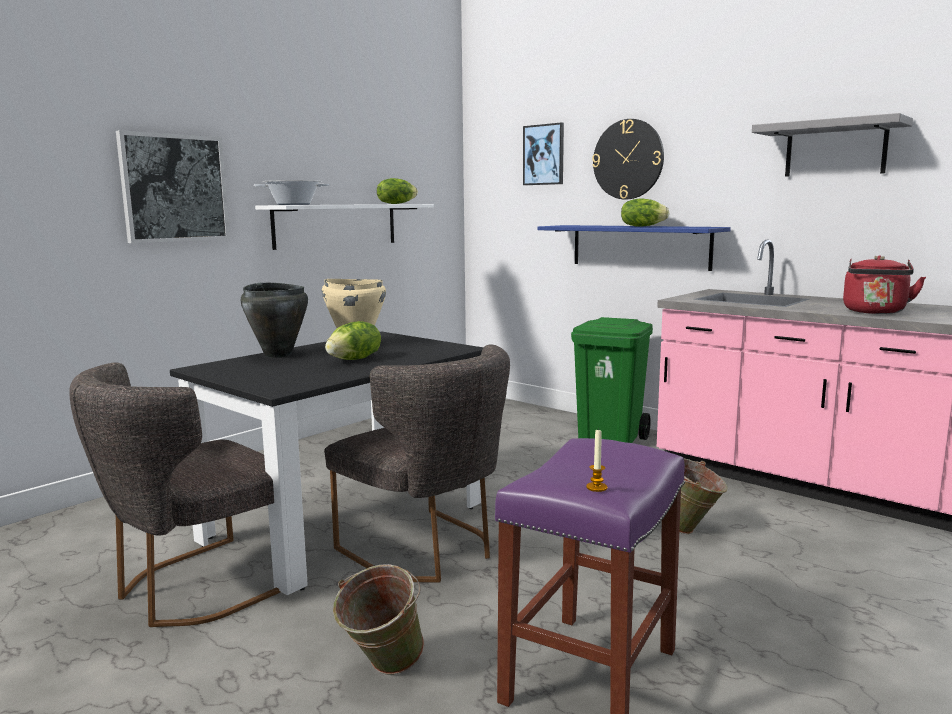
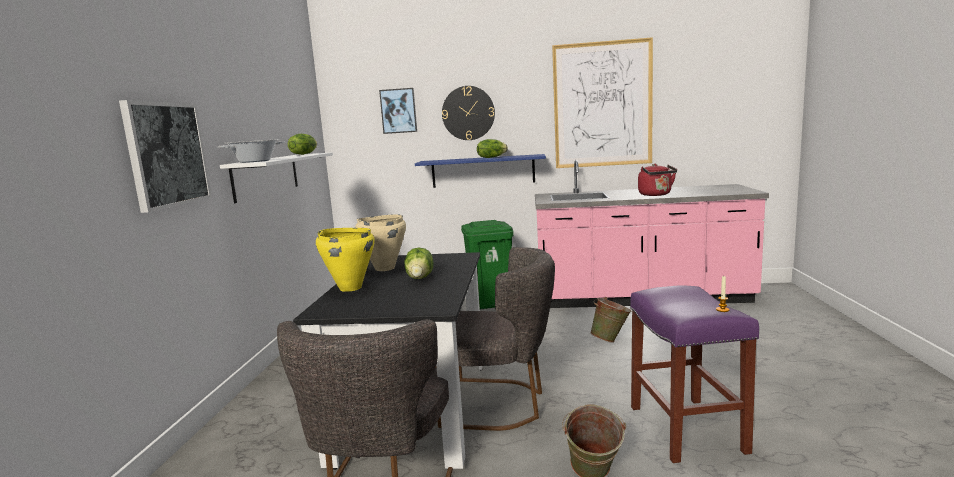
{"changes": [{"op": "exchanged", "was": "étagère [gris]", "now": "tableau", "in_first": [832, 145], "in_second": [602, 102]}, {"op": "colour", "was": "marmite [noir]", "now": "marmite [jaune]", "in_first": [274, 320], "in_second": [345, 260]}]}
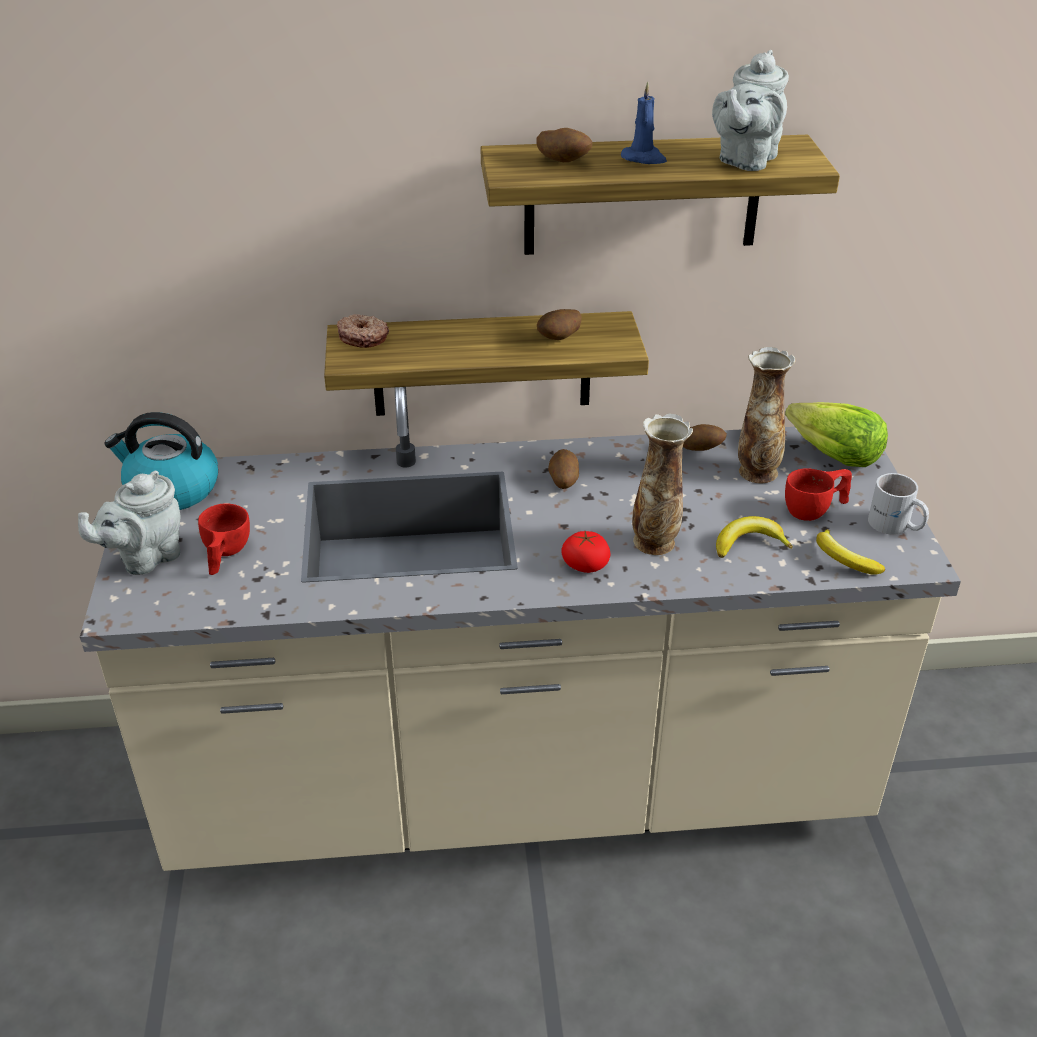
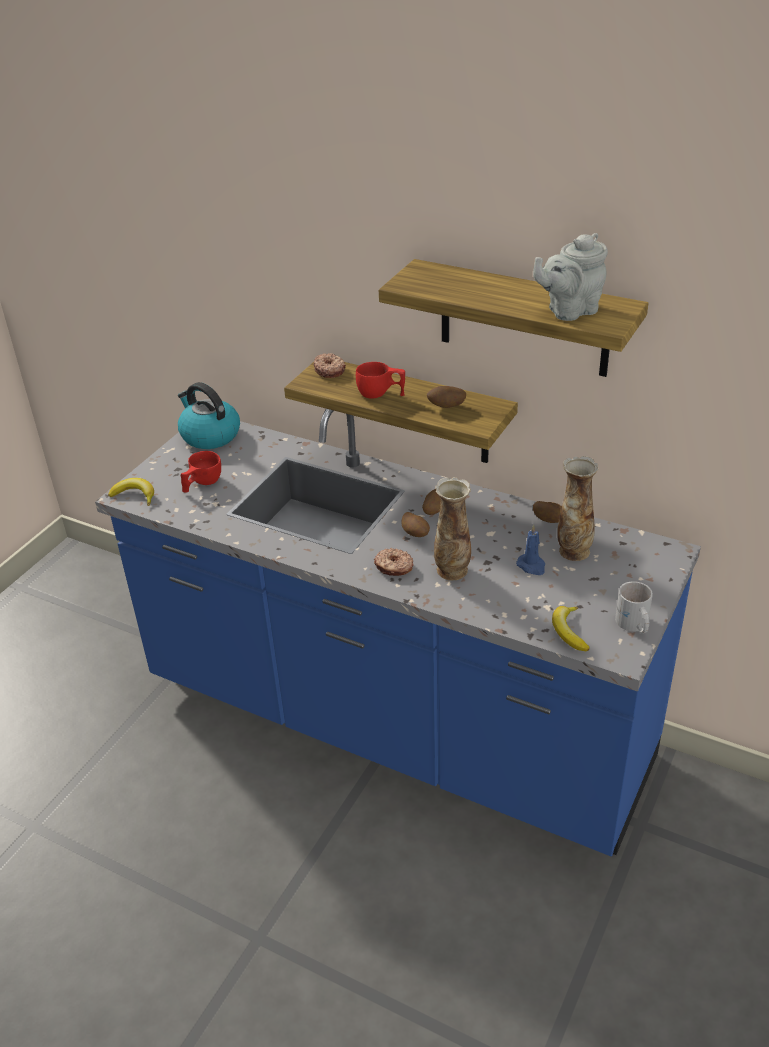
{"changes": [{"op": "missing", "was": "théière [gris]", "in_first": [129, 523]}, {"op": "missing", "was": "laitue", "in_first": [836, 434]}, {"op": "relocated", "was": "pomme de terre", "in_first": [564, 145], "in_second": [415, 524]}, {"op": "relocated", "was": "bougie [bleu]", "in_first": [644, 123], "in_second": [530, 550]}, {"op": "relocated", "was": "banane", "in_first": [754, 537], "in_second": [131, 492]}, {"op": "relocated", "was": "tasse [rouge]", "in_first": [818, 494], "in_second": [380, 380]}, {"op": "exchanged", "was": "tomate", "now": "beignet", "in_first": [586, 552], "in_second": [394, 562]}, {"op": "colour", "was": "comptoir de cuisine [beige]", "now": "comptoir de cuisine [bleu]", "in_first": [520, 629], "in_second": [398, 632]}]}
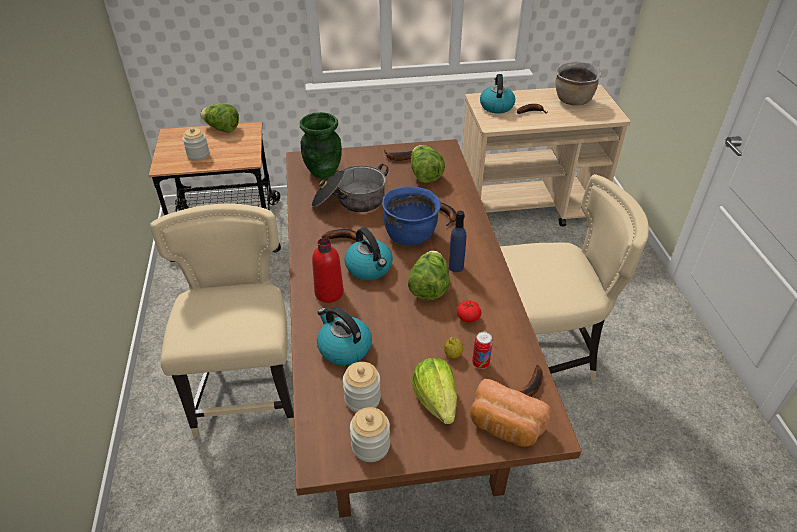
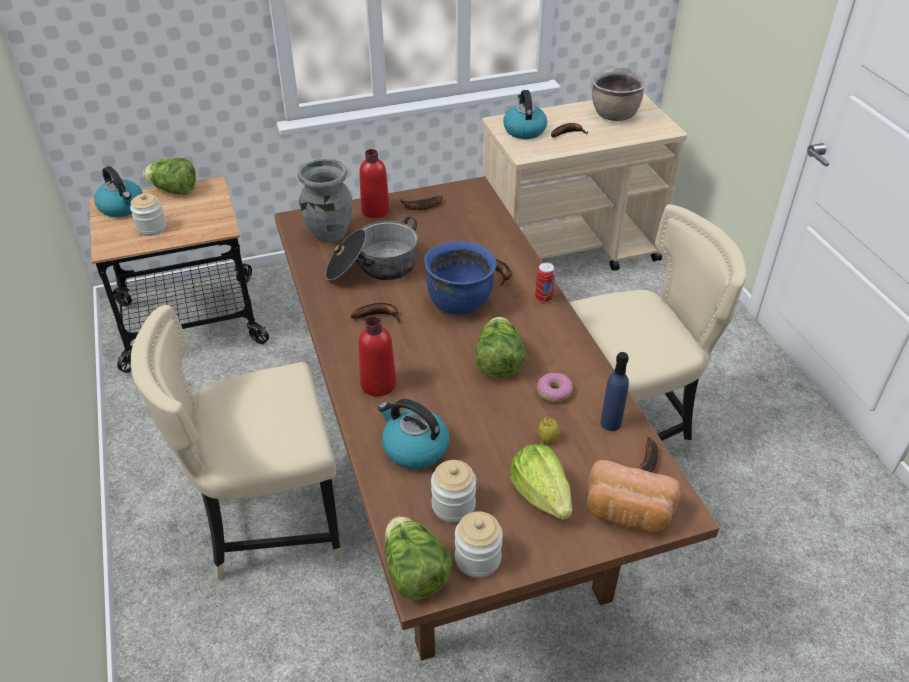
{"changes": [{"op": "appeared", "now": "bouteille [rouge]", "in_second": [374, 183]}, {"op": "relocated", "was": "bouilloire", "in_first": [368, 254], "in_second": [118, 191]}, {"op": "relocated", "was": "laitue", "in_first": [428, 164], "in_second": [418, 558]}, {"op": "relocated", "was": "bouteille [bleu]", "in_first": [457, 241], "in_second": [614, 391]}, {"op": "relocated", "was": "boîte métallique", "in_first": [482, 350], "in_second": [545, 282]}, {"op": "exchanged", "was": "tomate", "now": "beignet", "in_first": [469, 312], "in_second": [555, 387]}, {"op": "colour", "was": "vase [vert]", "now": "vase [gris]", "in_first": [321, 145], "in_second": [325, 201]}, {"op": "spun", "was": "chaise [beige]", "in_first": [222, 320], "in_second": [236, 442], "clockwise": -90}]}
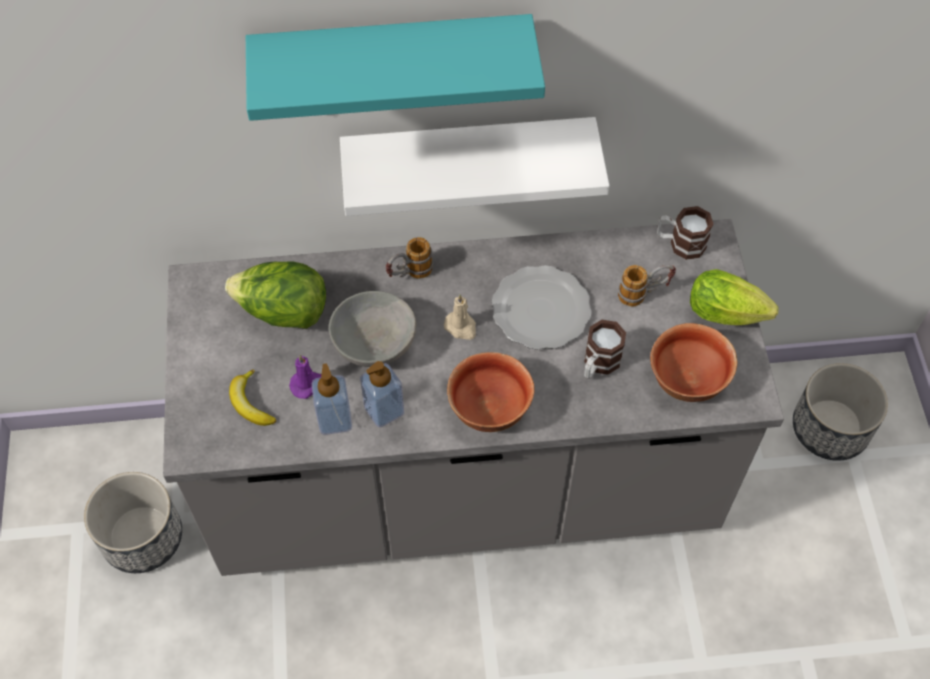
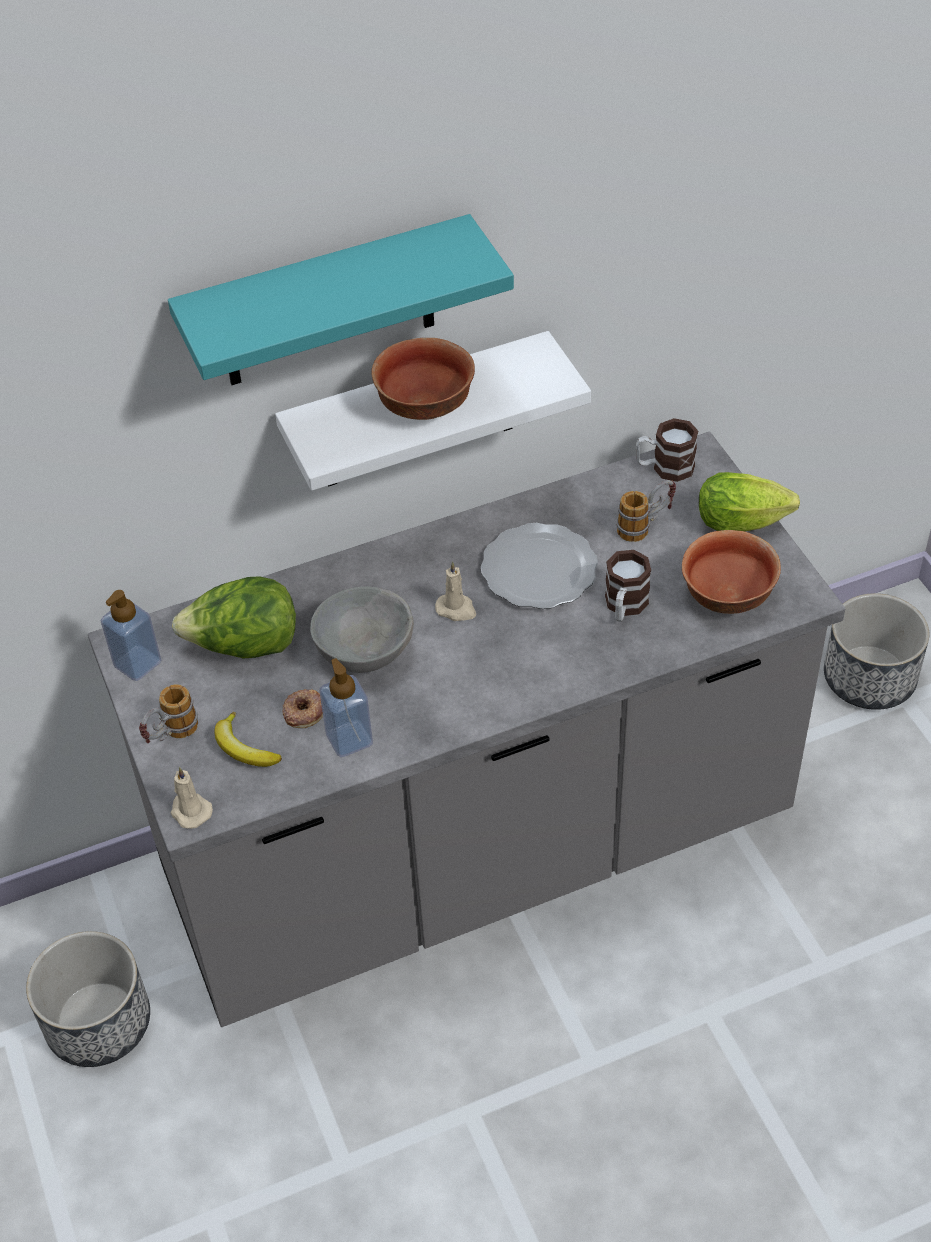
{"changes": [{"op": "appeared", "now": "bougie [beige]", "in_second": [191, 798]}, {"op": "relocated", "was": "distributeur de savon", "in_first": [382, 394], "in_second": [131, 635]}, {"op": "relocated", "was": "mug", "in_first": [409, 257], "in_second": [168, 713]}, {"op": "relocated", "was": "bol", "in_first": [491, 392], "in_second": [423, 379]}, {"op": "exchanged", "was": "bougie [violet]", "now": "beignet", "in_first": [305, 377], "in_second": [303, 708]}]}
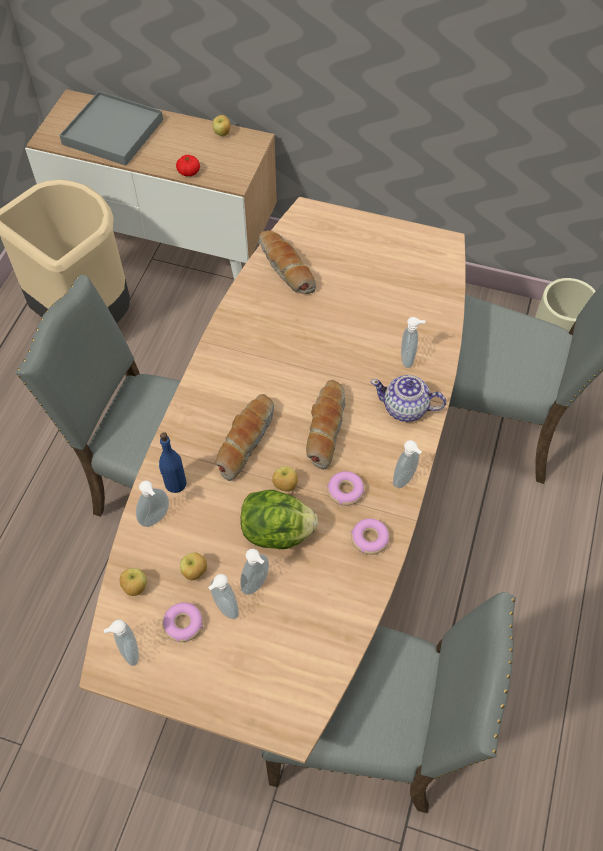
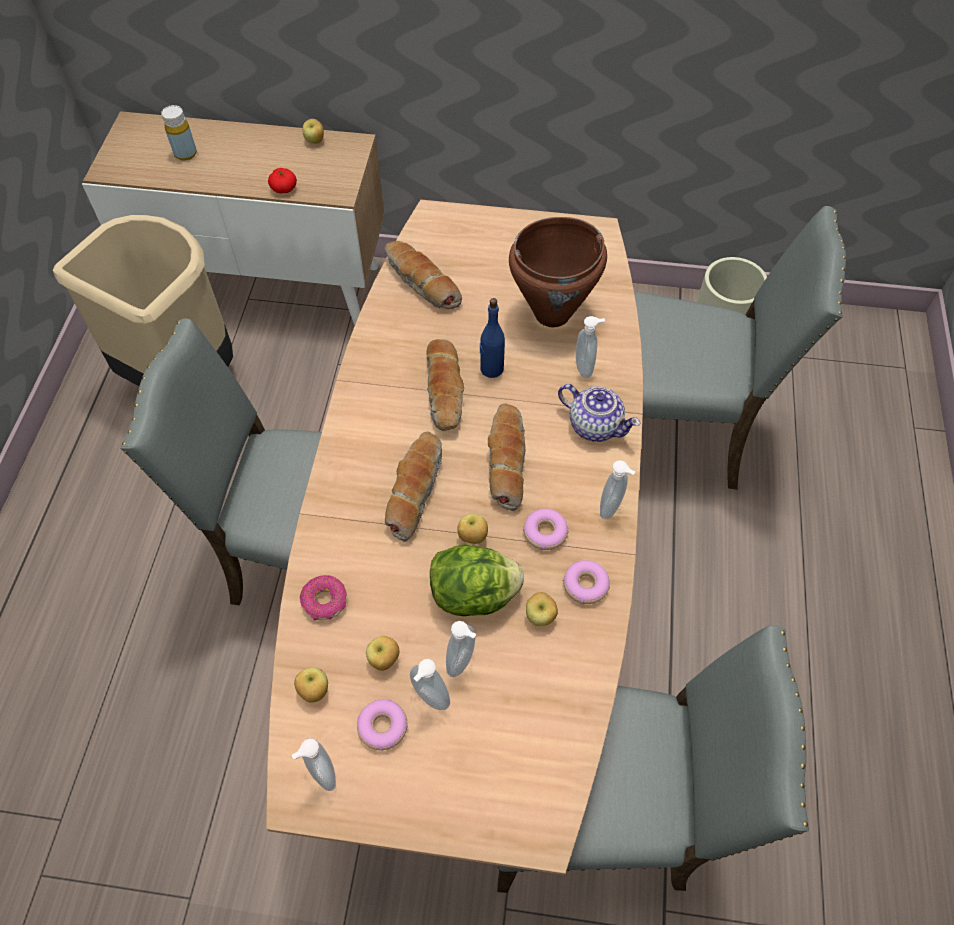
{"changes": [{"op": "appeared", "now": "pain", "in_second": [445, 385]}, {"op": "appeared", "now": "marmite [marron]", "in_second": [558, 272]}, {"op": "appeared", "now": "pomme", "in_second": [542, 609]}, {"op": "relocated", "was": "bouteille [bleu]", "in_first": [173, 462], "in_second": [492, 338]}, {"op": "exchanged", "was": "plateau [gris]", "now": "bouteille [jaune]", "in_first": [111, 128], "in_second": [179, 133]}, {"op": "exchanged", "was": "distributeur de savon", "now": "beignet", "in_first": [152, 504], "in_second": [323, 597]}, {"op": "spun", "was": "théière", "in_first": [408, 398], "in_second": [599, 413], "clockwise": -150}]}
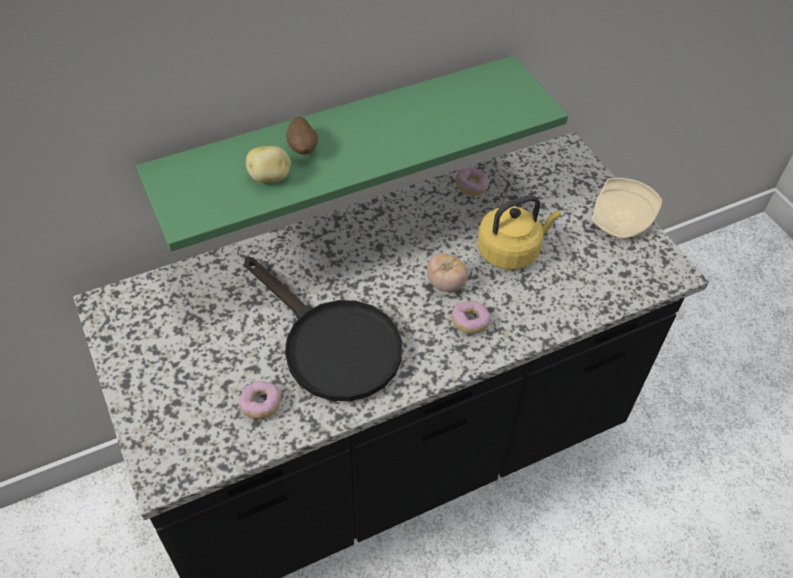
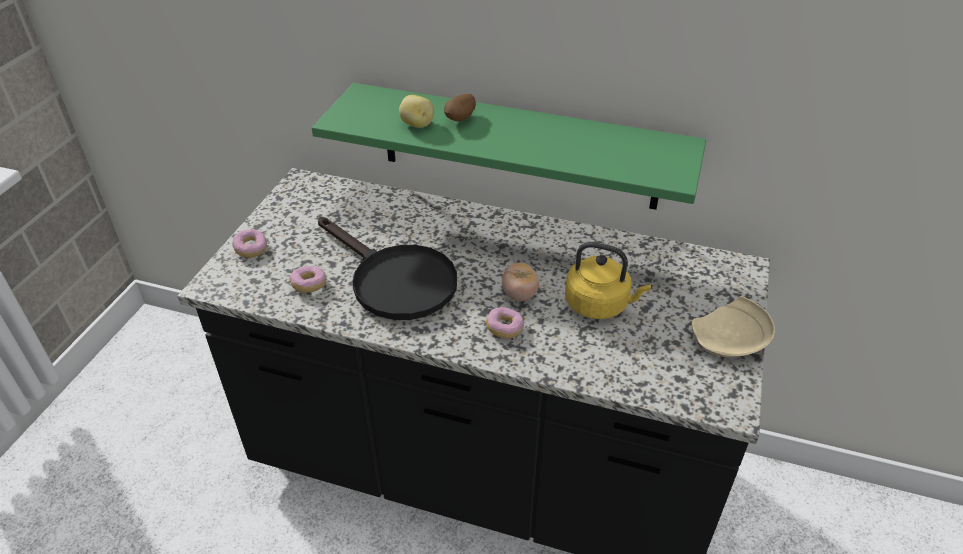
{"changes": [{"op": "relocated", "was": "beignet", "in_first": [472, 181], "in_second": [250, 243]}, {"op": "spun", "was": "poêle [noir]", "in_first": [323, 329], "in_second": [387, 268], "clockwise": -45}]}
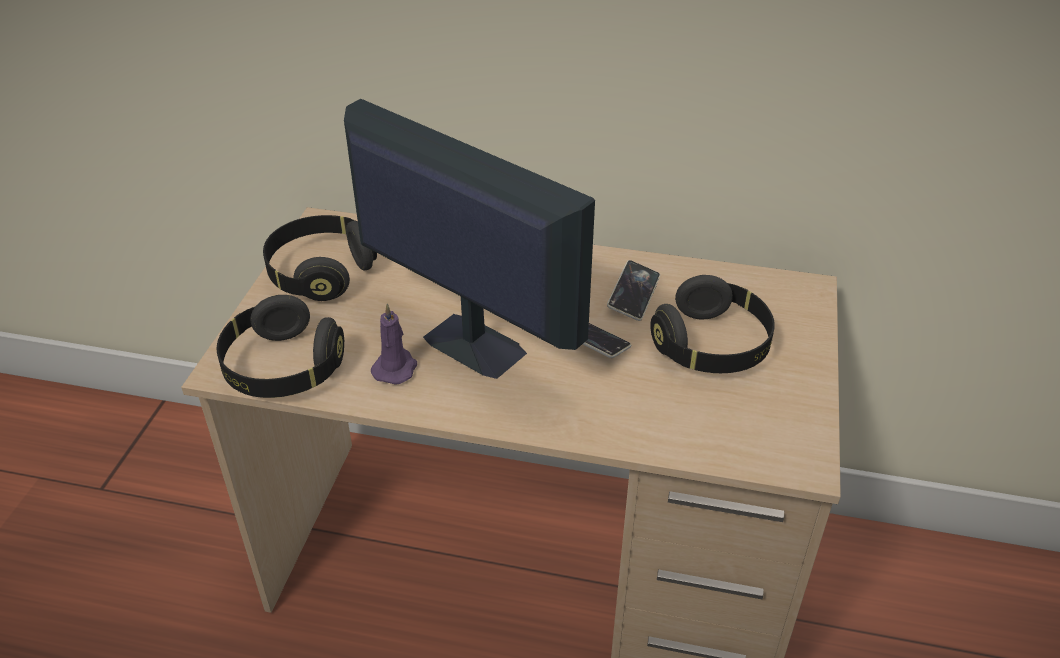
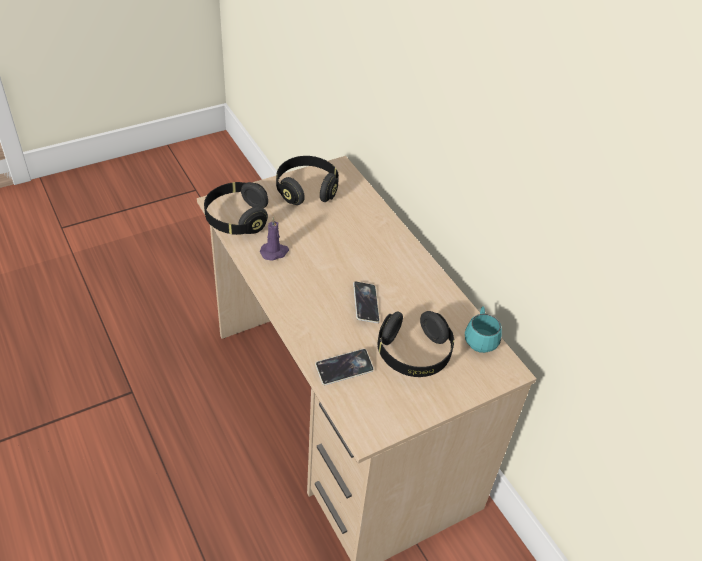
{"changes": [{"op": "missing", "was": "écran d'ordinateur", "in_first": [469, 239]}, {"op": "appeared", "now": "mug [turquoise]", "in_second": [483, 330]}, {"op": "relocated", "was": "téléphone", "in_first": [633, 290], "in_second": [344, 367]}]}
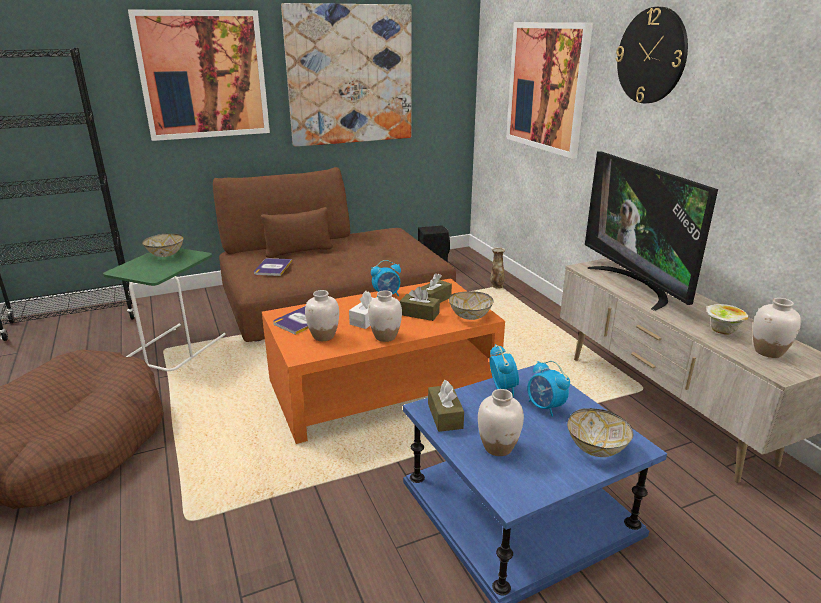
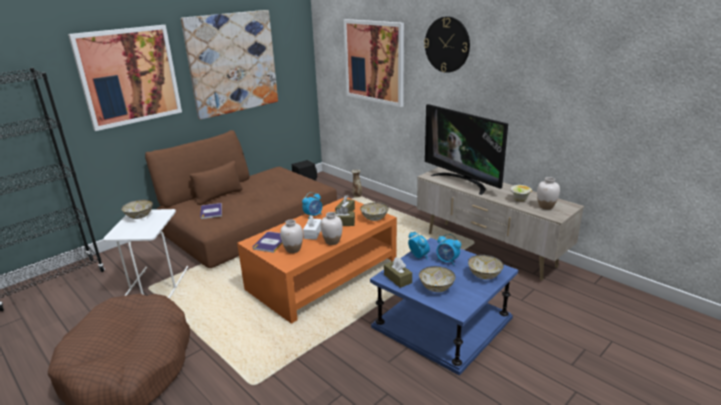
{"changes": [{"op": "exchanged", "was": "vase [blanc]", "now": "bol", "in_first": [501, 422], "in_second": [437, 279]}, {"op": "colour", "was": "table d'appoint [vert]", "now": "table d'appoint [blanc]", "in_first": [164, 309], "in_second": [146, 254]}]}
